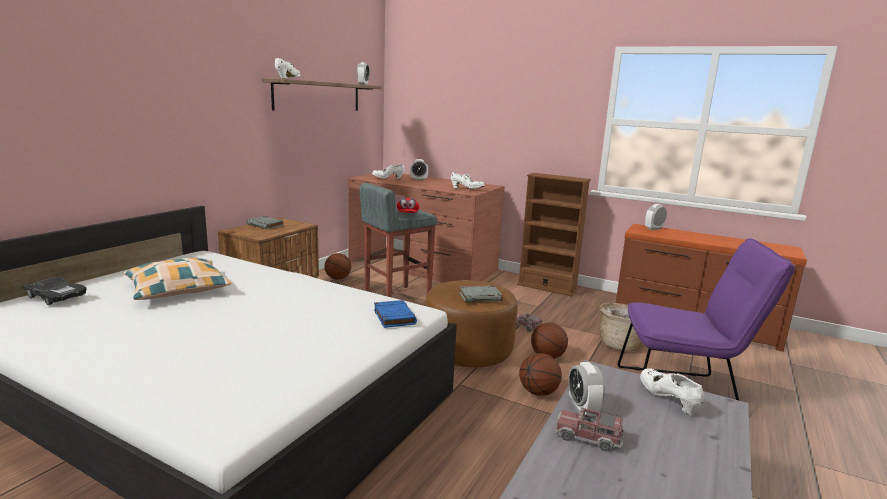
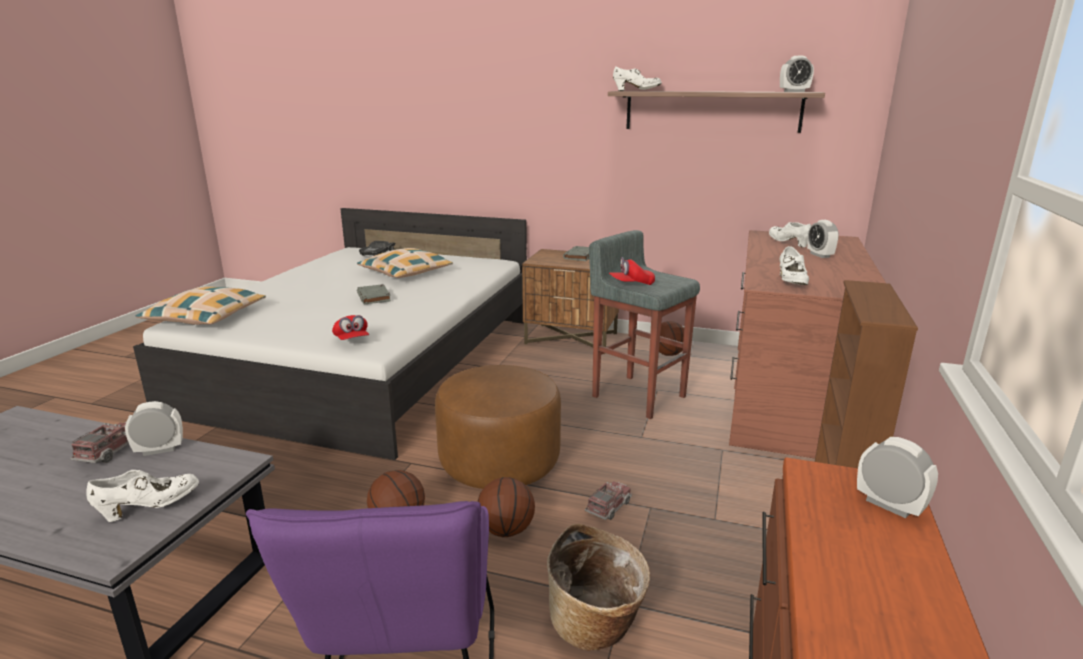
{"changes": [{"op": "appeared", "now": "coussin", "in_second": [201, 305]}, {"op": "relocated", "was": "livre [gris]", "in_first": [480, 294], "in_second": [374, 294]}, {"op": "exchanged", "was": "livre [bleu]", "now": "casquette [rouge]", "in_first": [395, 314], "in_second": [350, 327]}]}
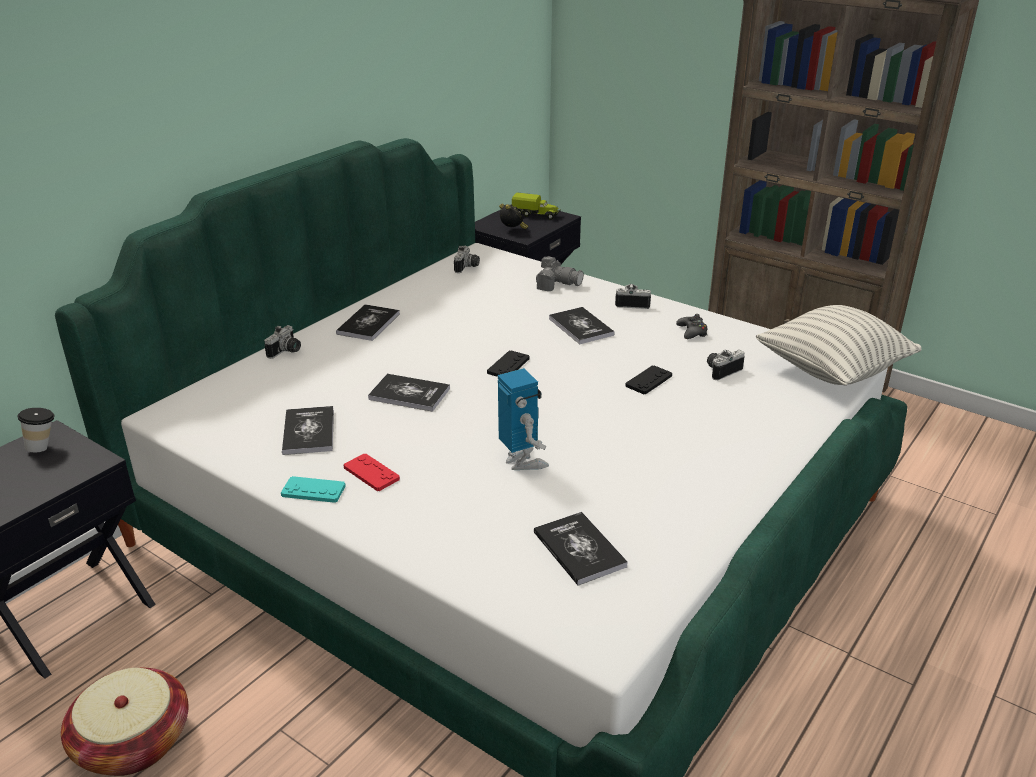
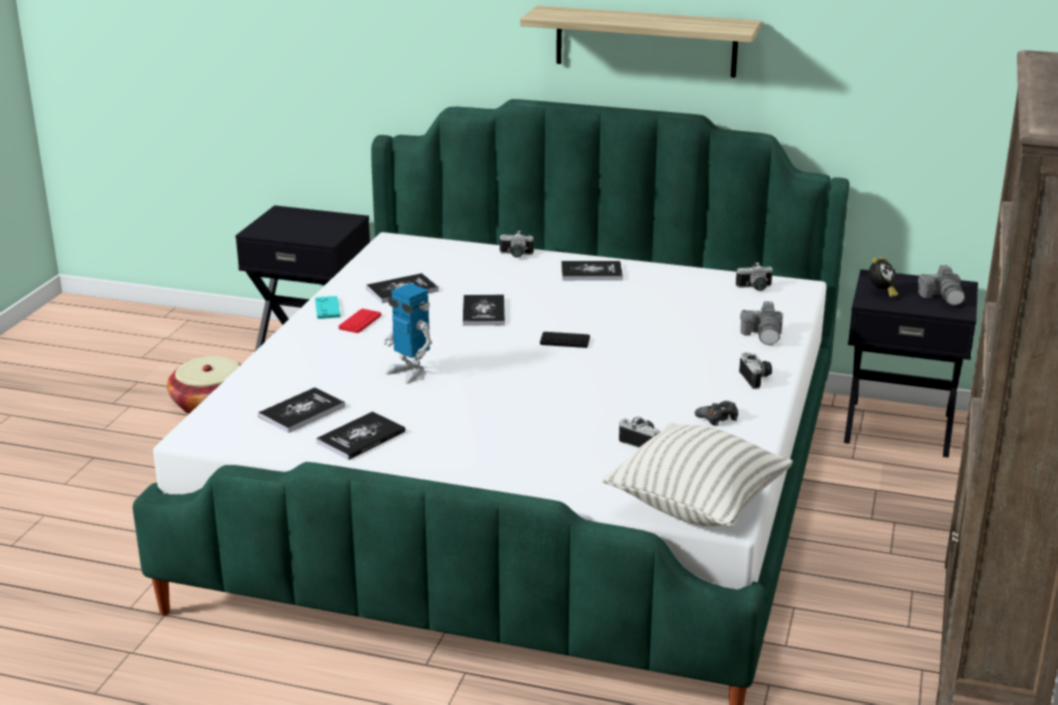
{"changes": [{"op": "missing", "was": "tasse", "in_first": [36, 430]}, {"op": "missing", "was": "manette [noir]", "in_first": [648, 379]}, {"op": "appeared", "now": "étagère", "in_second": [641, 41]}, {"op": "relocated", "was": "livre", "in_first": [582, 325], "in_second": [360, 435]}, {"op": "exchanged", "was": "camion jouet", "now": "appareil photo", "in_first": [536, 206], "in_second": [941, 285]}, {"op": "spun", "was": "robot jouet", "in_first": [523, 419], "in_second": [408, 333], "clockwise": 90}]}
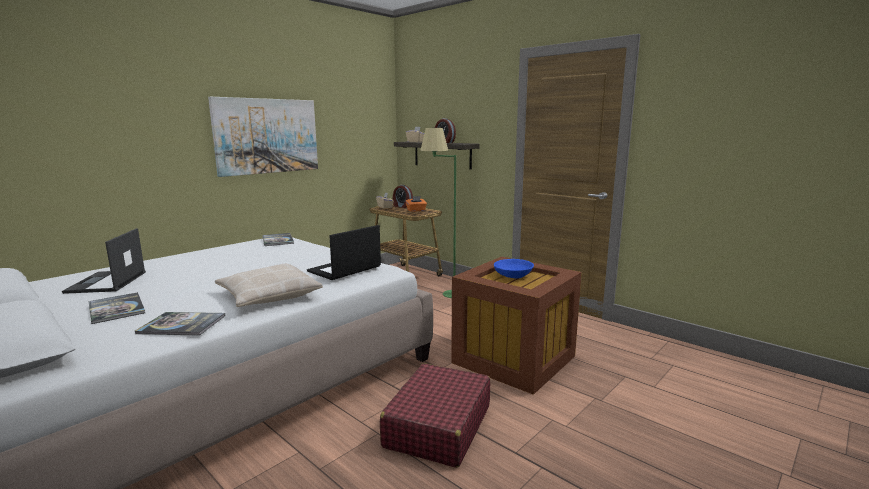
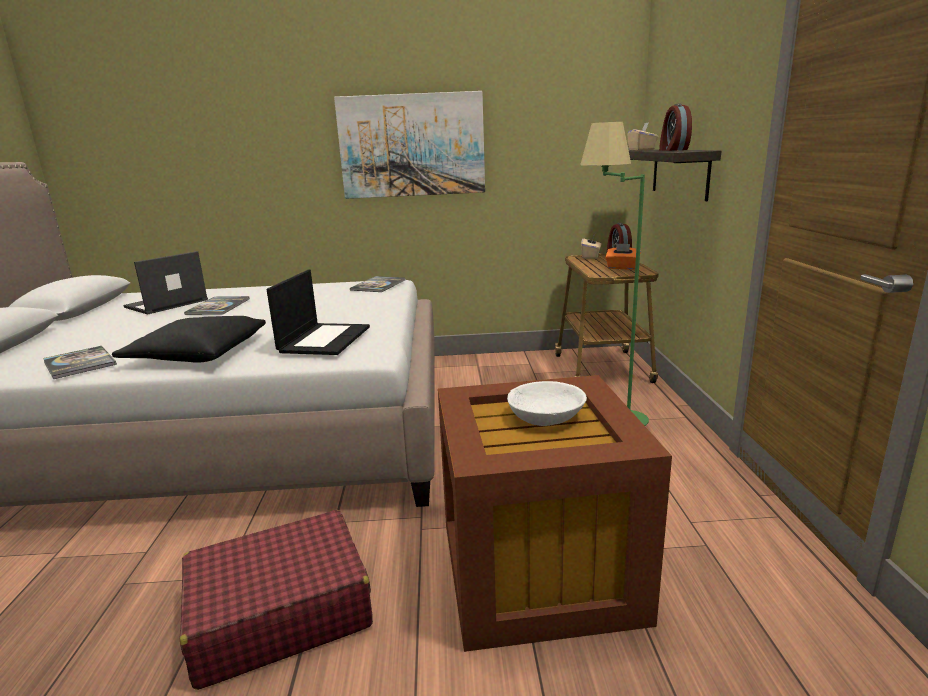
{"changes": [{"op": "relocated", "was": "livre", "in_first": [117, 308], "in_second": [217, 305]}, {"op": "colour", "was": "coussin [beige]", "now": "coussin [noir]", "in_first": [269, 285], "in_second": [189, 339]}, {"op": "colour", "was": "bol [bleu]", "now": "bol [blanc]", "in_first": [514, 269], "in_second": [547, 403]}, {"op": "spun", "was": "ordinateur portable", "in_first": [344, 252], "in_second": [318, 312], "clockwise": 105}]}
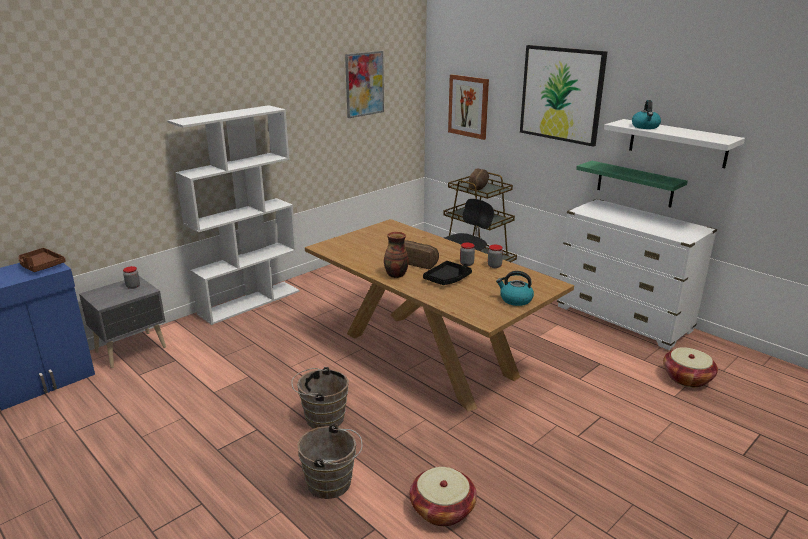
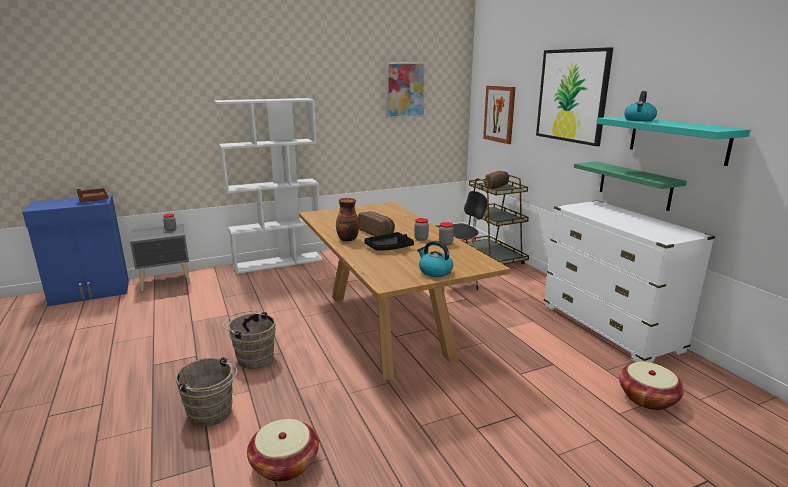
{"changes": [{"op": "colour", "was": "étagère [blanc]", "now": "étagère [turquoise]", "in_first": [674, 143], "in_second": [673, 141]}]}
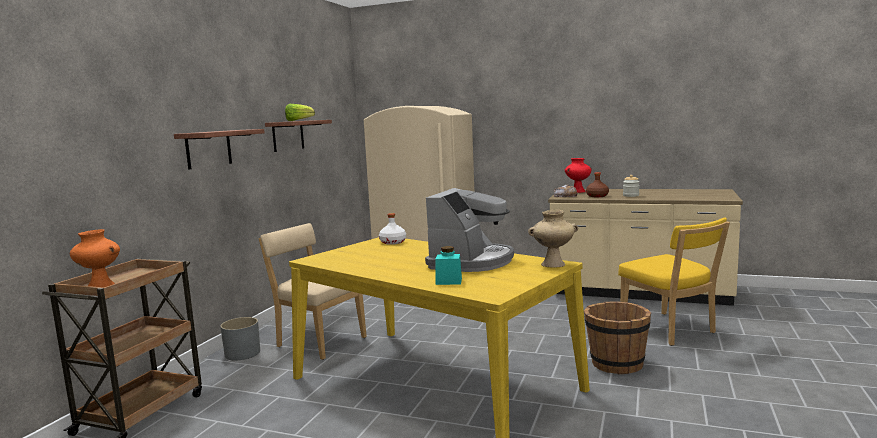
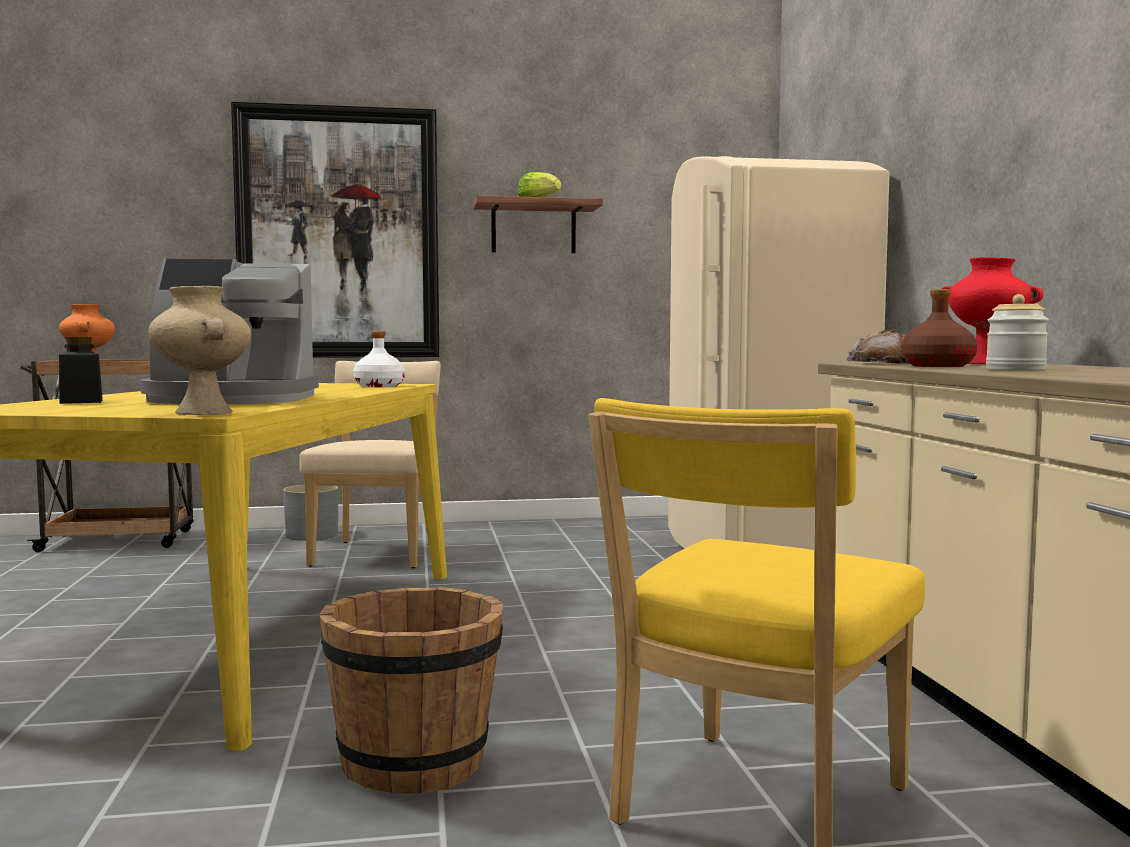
{"changes": [{"op": "exchanged", "was": "étagère", "now": "tableau", "in_first": [219, 149], "in_second": [335, 230]}, {"op": "colour", "was": "bocal [turquoise]", "now": "bocal [noir]", "in_first": [448, 265], "in_second": [81, 370]}]}
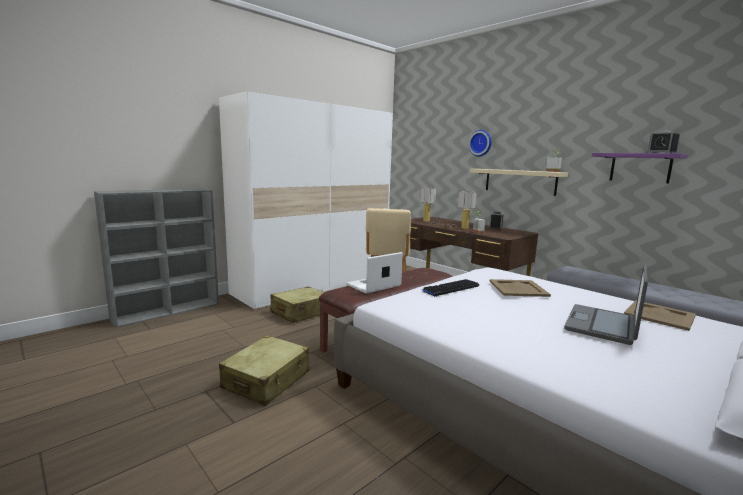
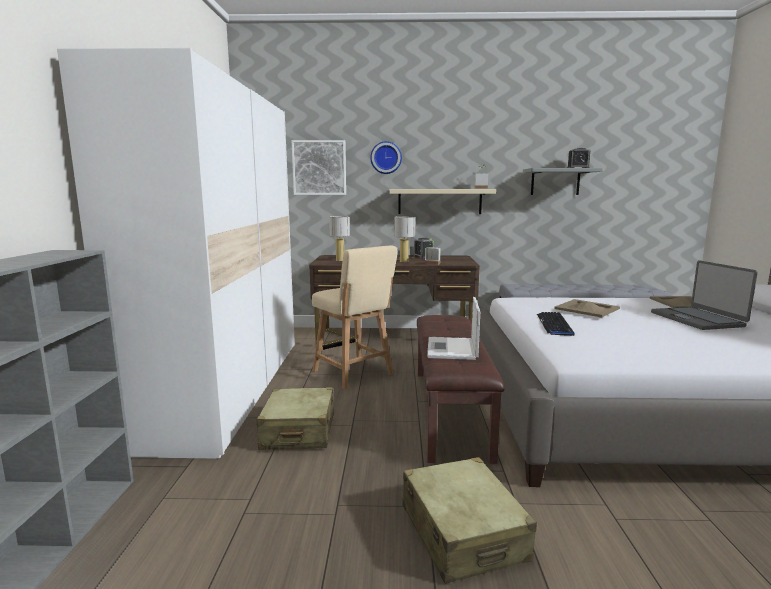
{"changes": [{"op": "appeared", "now": "tableau", "in_second": [319, 167]}, {"op": "colour", "was": "étagère [violet]", "now": "étagère [gris]", "in_first": [640, 168], "in_second": [563, 181]}]}
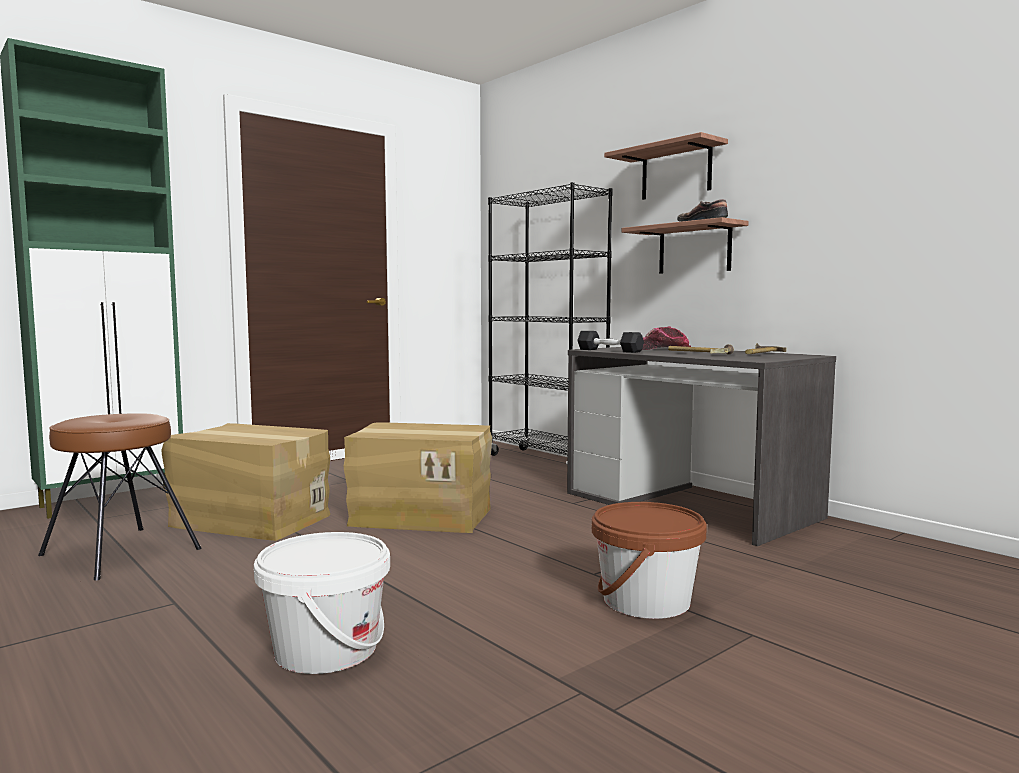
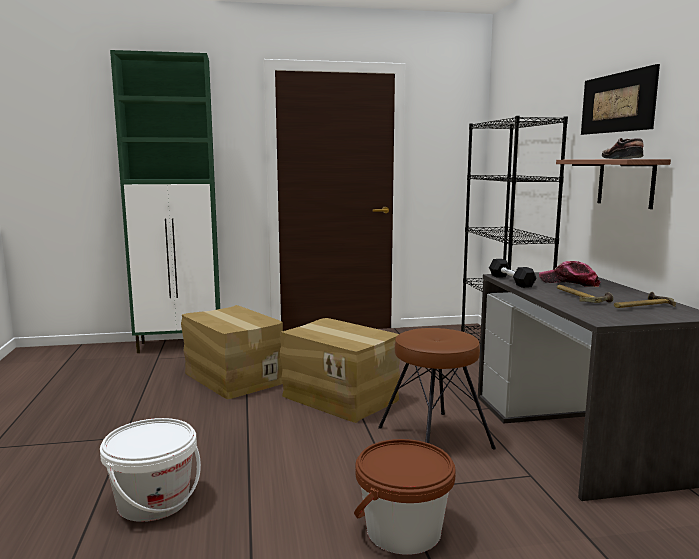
{"changes": [{"op": "relocated", "was": "tabouret [marron]", "in_first": [120, 496], "in_second": [437, 389]}, {"op": "exchanged", "was": "étagère", "now": "tableau", "in_first": [666, 166], "in_second": [620, 99]}]}
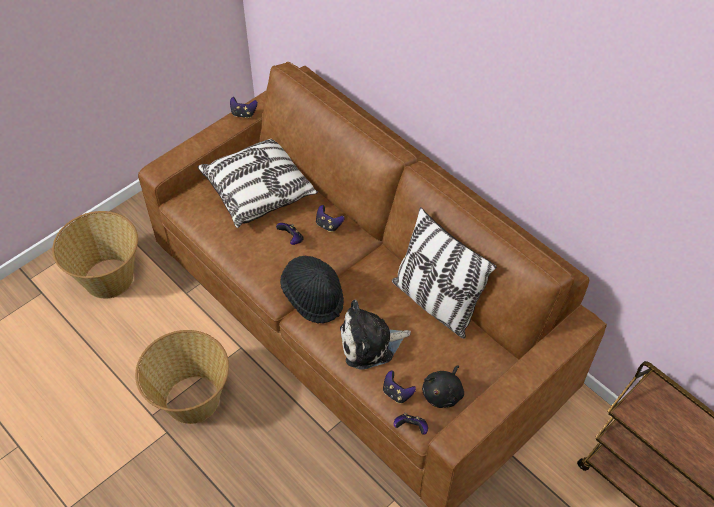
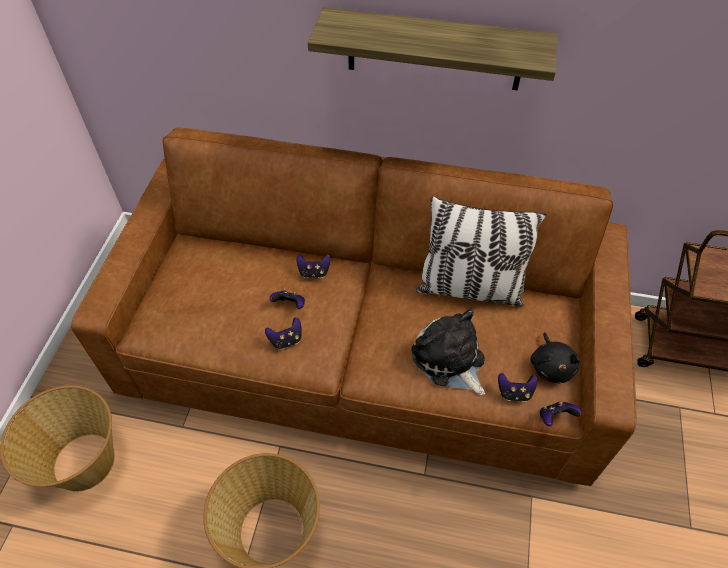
{"changes": [{"op": "missing", "was": "coussin", "in_first": [258, 183]}, {"op": "missing", "was": "chapeau [noir]", "in_first": [312, 290]}, {"op": "appeared", "now": "étagère", "in_second": [433, 48]}, {"op": "relocated", "was": "manette", "in_first": [244, 107], "in_second": [283, 333]}, {"op": "spun", "was": "peluche", "in_first": [375, 335], "in_second": [448, 352], "clockwise": 105}]}
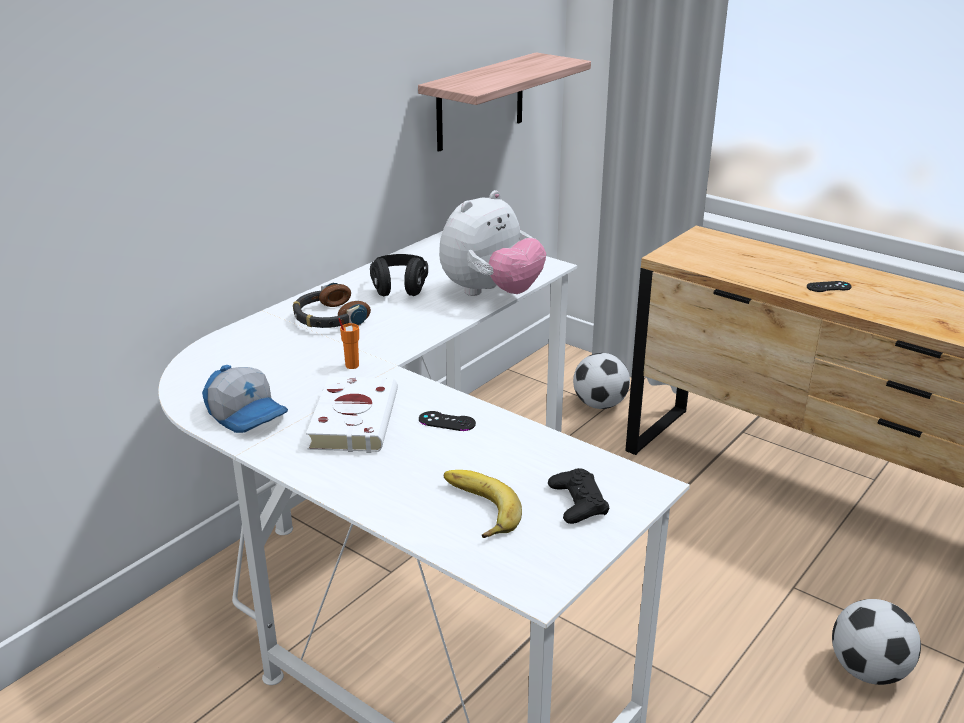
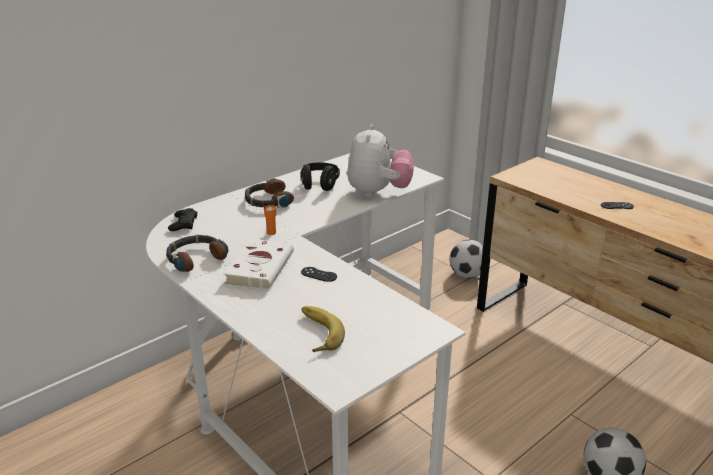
{"changes": [{"op": "missing", "was": "étagère", "in_first": [504, 101]}, {"op": "relocated", "was": "manette [noir]", "in_first": [578, 496], "in_second": [182, 219]}, {"op": "exchanged", "was": "casquette", "now": "casque audio", "in_first": [245, 399], "in_second": [197, 253]}, {"op": "spun", "was": "peluche", "in_first": [492, 243], "in_second": [380, 161], "clockwise": -45}]}
